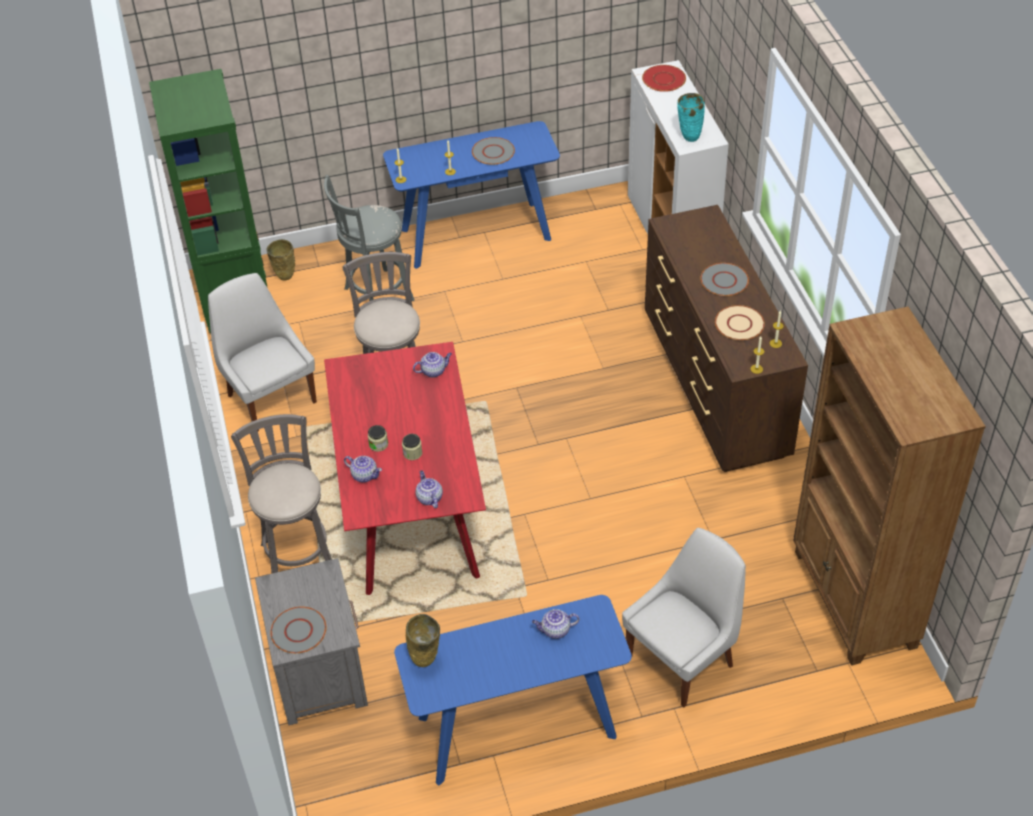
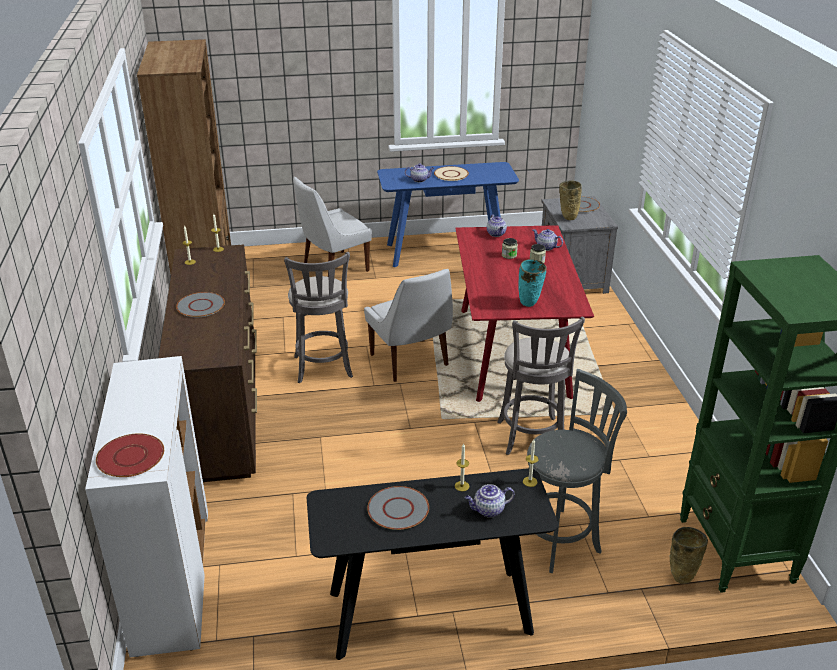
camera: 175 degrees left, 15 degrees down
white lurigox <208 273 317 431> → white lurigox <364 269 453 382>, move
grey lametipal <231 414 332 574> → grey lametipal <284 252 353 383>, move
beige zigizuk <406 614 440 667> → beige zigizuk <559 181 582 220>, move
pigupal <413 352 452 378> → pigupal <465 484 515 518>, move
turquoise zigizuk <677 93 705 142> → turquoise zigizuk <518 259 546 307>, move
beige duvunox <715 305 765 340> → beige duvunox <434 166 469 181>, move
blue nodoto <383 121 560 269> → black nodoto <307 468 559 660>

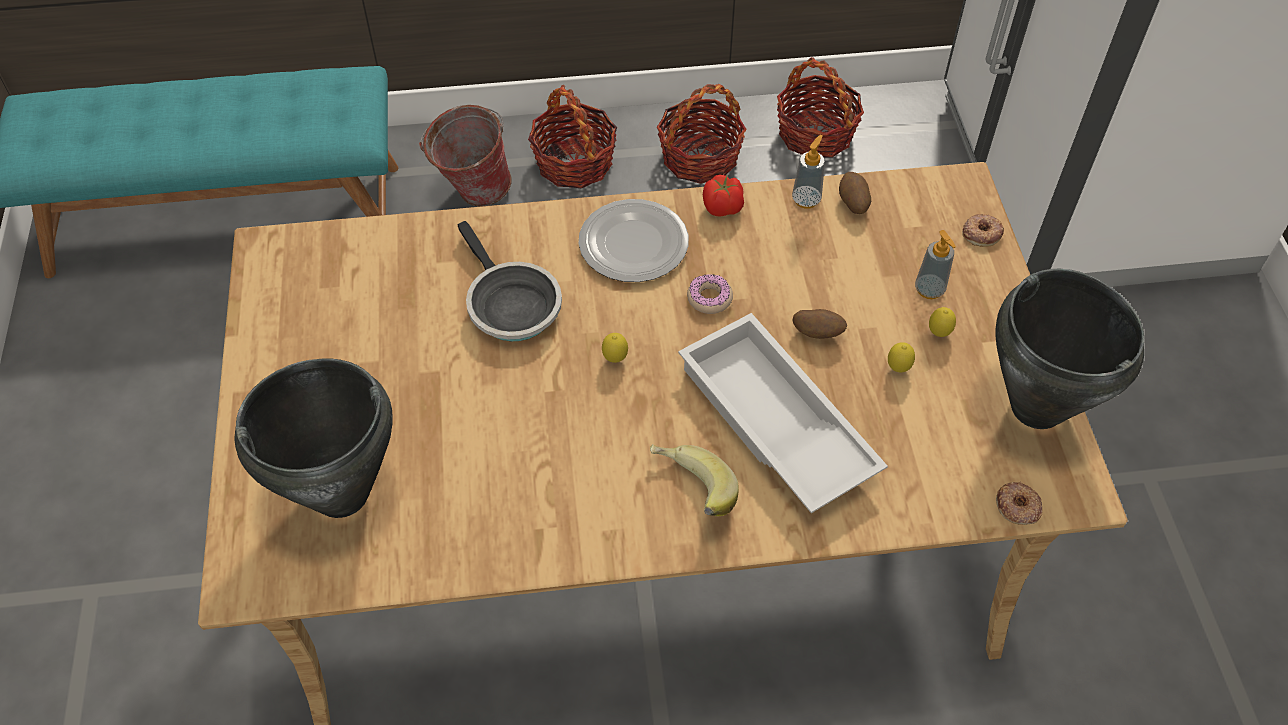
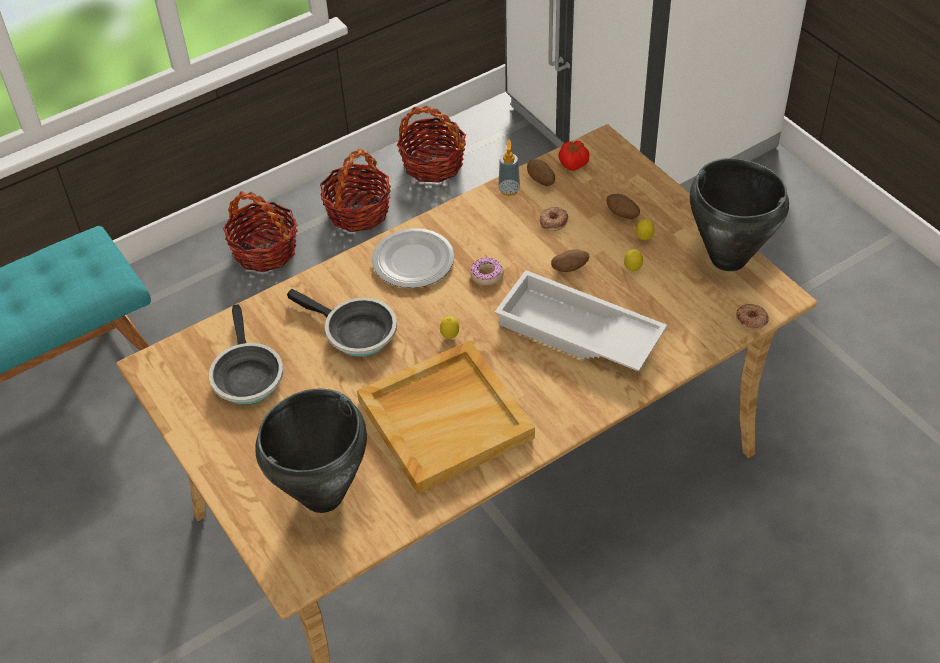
camera: 25 degrees left, 5 degrees down
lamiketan <419 105 512 207> → -
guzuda <650 444 739 516> → -
- → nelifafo <209 304 283 405>
- → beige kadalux <357 341 535 494>
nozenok <703 175 744 216> → nozenok <559 140 589 171>, move
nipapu <962 214 1004 247> → nipapu <540 207 568 231>, move
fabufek <915 230 956 299> → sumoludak <606 194 640 219>

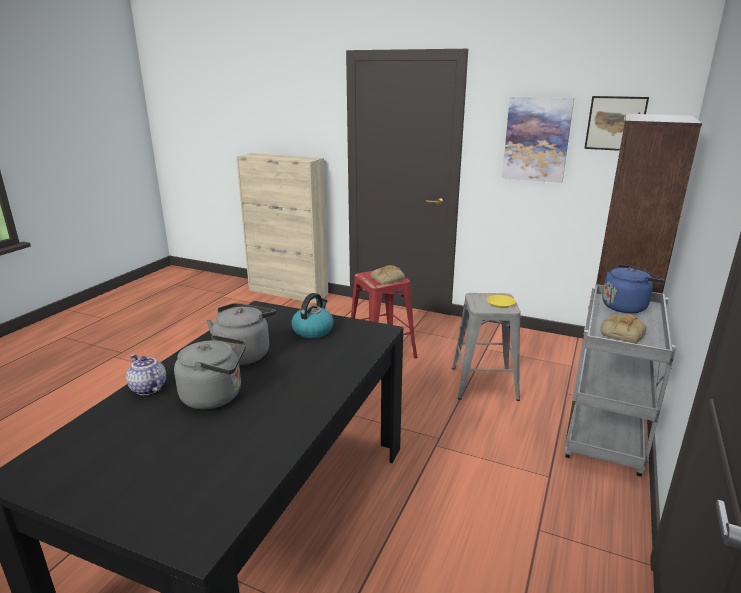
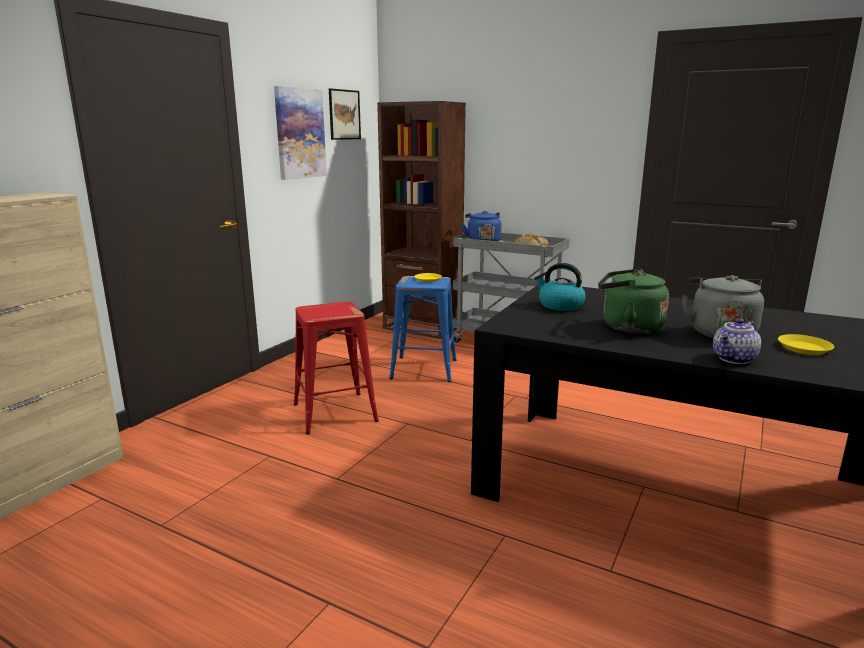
camera: 85 degrees left, 5 degrees down
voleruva <371 265 405 284> → -
- → yellow duvunox <778 334 834 355>
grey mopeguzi <206 303 276 365> → green mopeguzi <598 268 669 334>
grey lametipal <452 293 521 401> → blue lametipal <389 276 456 382>

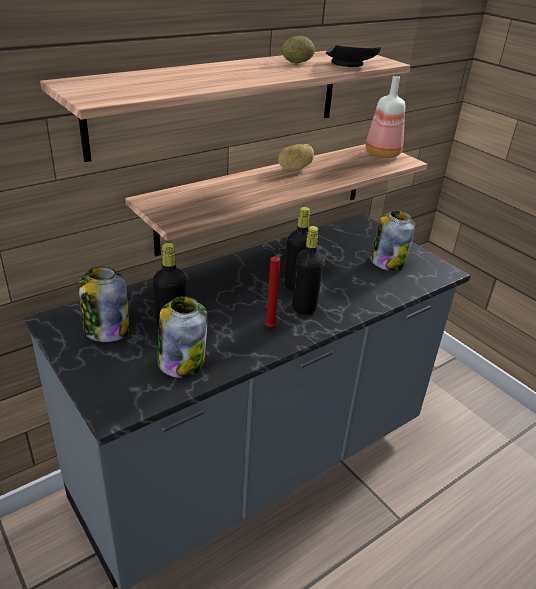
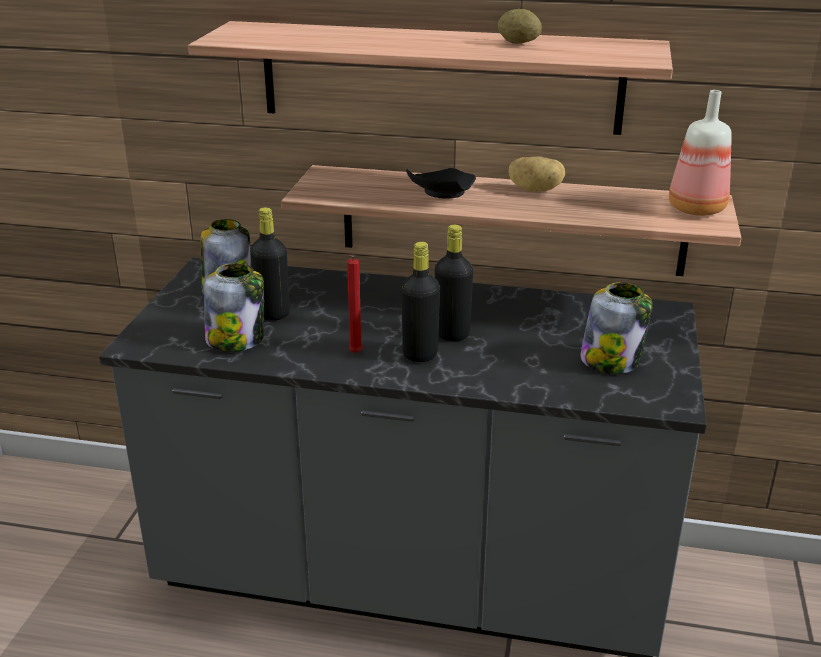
camera: 50 degrees right, 5 degrees down
black duvunox <326 45 381 67> → black duvunox <406 168 476 198>, move

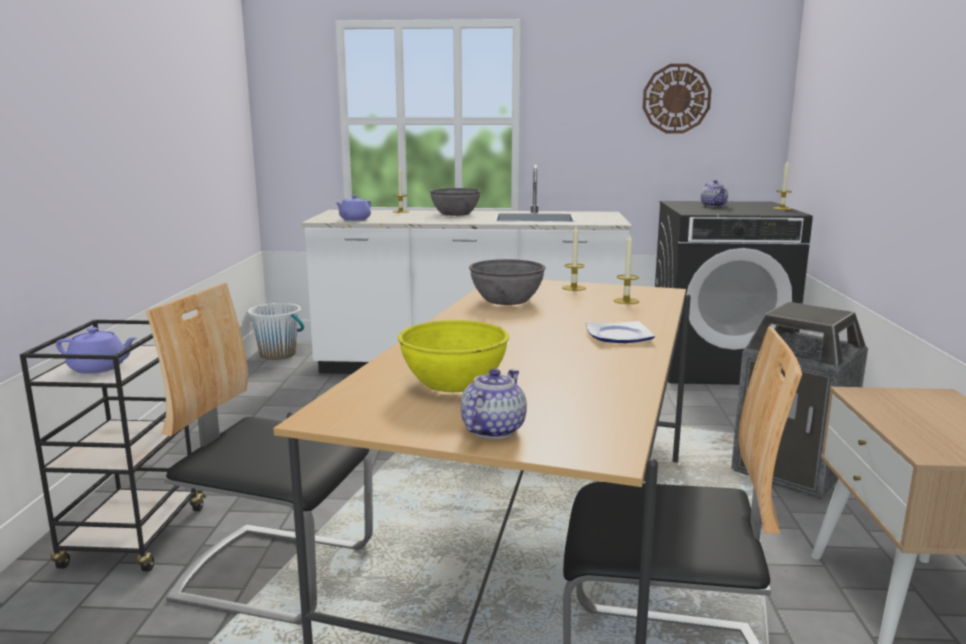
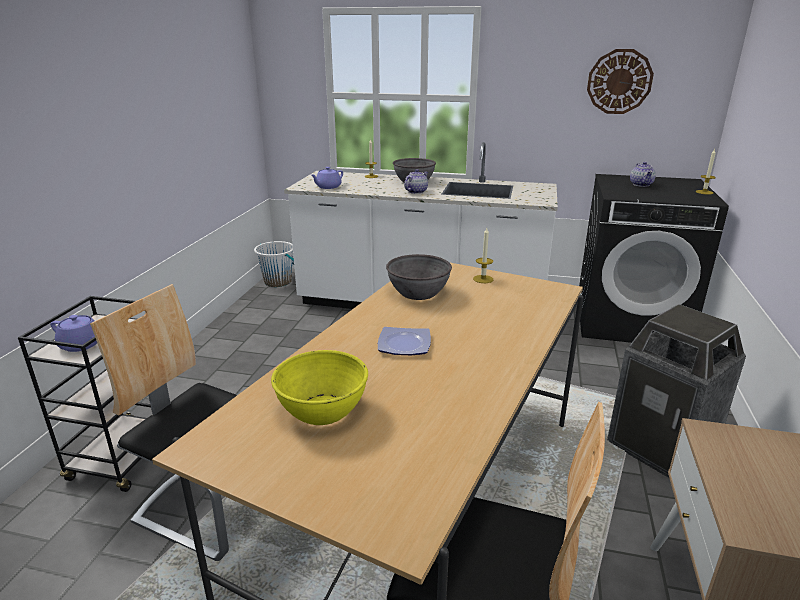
camera: 10 degrees right, 10 degrees up
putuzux <614 235 639 304> → -
pigupal <461 368 527 439> → pigupal <404 169 428 194>, move
duvunox <586 321 655 343> → duvunox <378 327 431 355>, move

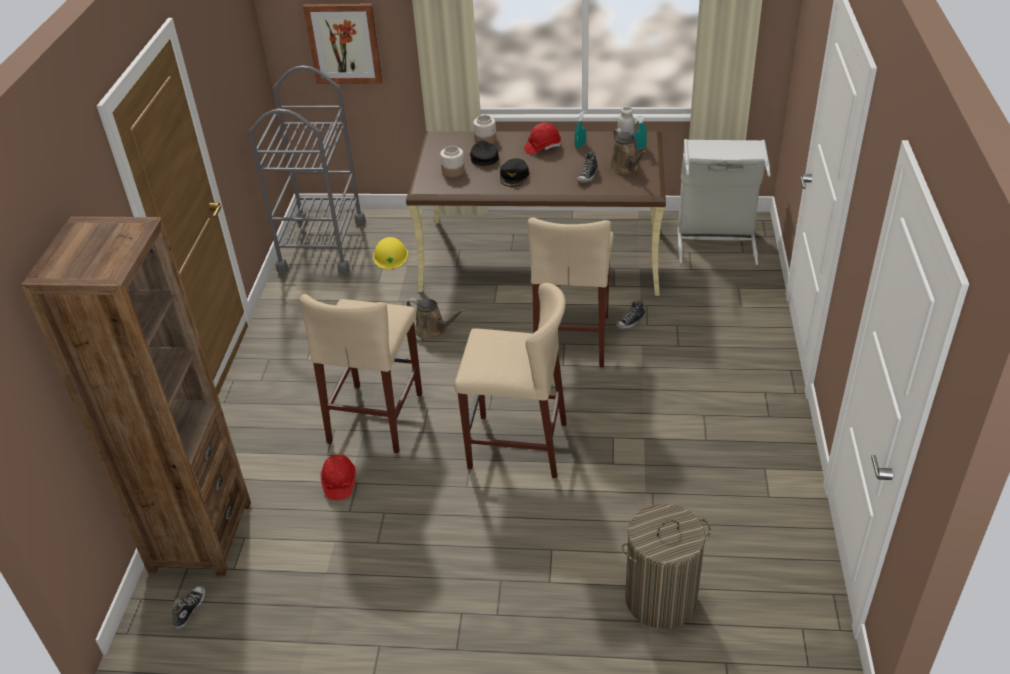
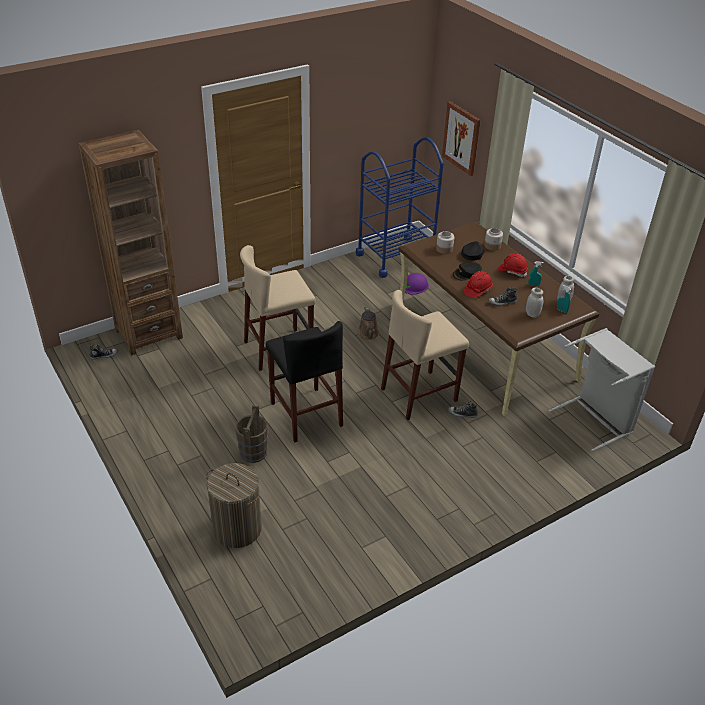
camera: 50 degrees right, 0 degrees up
- → brown lamiketan <235 405 268 463>
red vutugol <321 454 356 500> → red vutugol <464 271 493 298>, move
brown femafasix <609 128 647 174> → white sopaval <526 287 543 318>
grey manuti <249 66 366 274> → blue manuti <356 137 443 278>
yellow vutugol <373 237 408 269> → purple vutugol <405 273 429 294>
beige lametipal <454 283 567 478> → black lametipal <266 321 343 442>

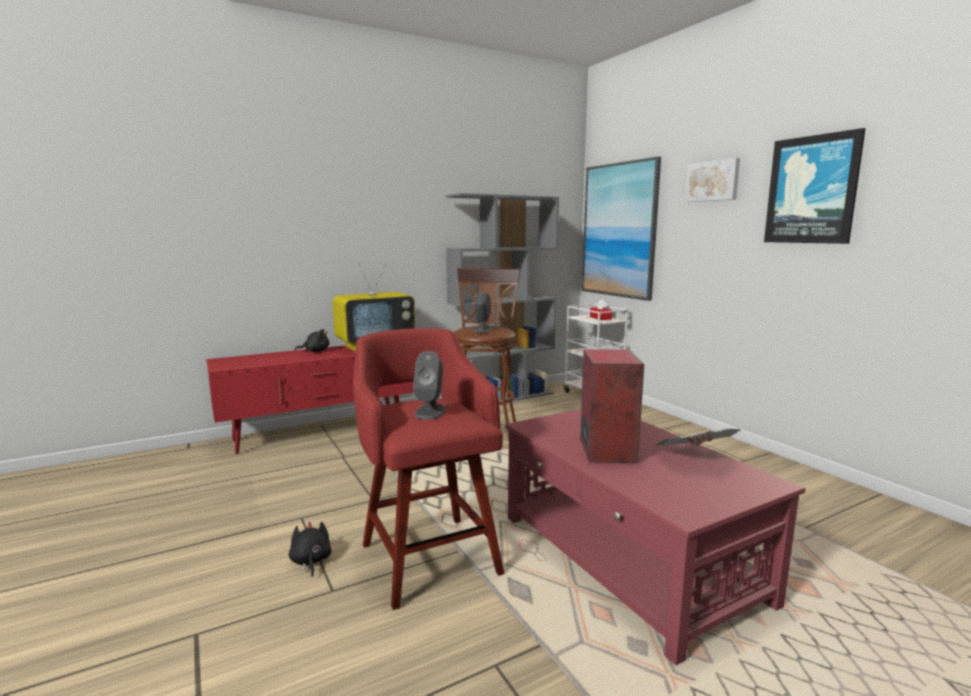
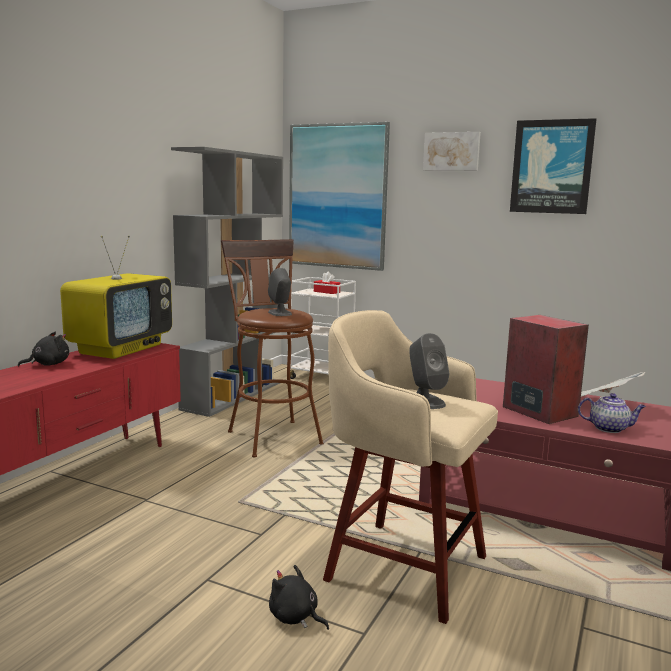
camera: 35 degrees left, 0 degrees up
- → pigupal <578 393 646 433>
red lametipal <353 328 505 610> → beige lametipal <323 310 498 624>

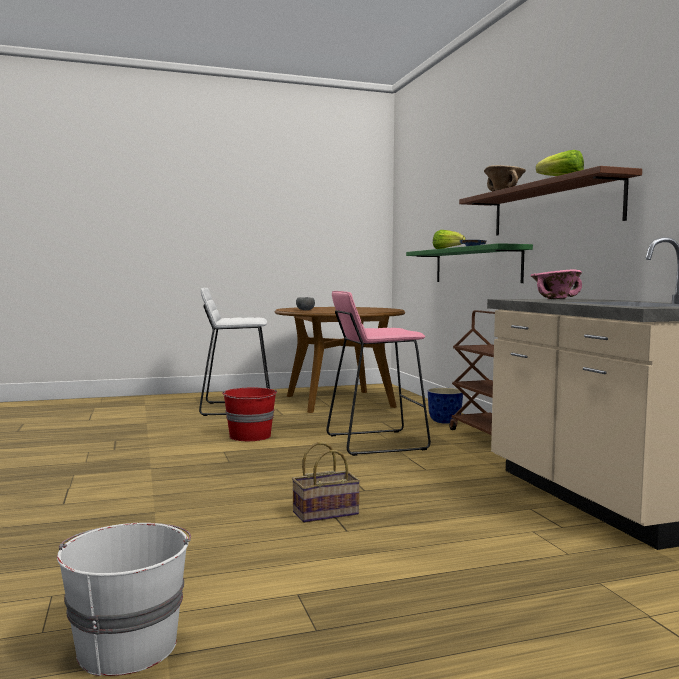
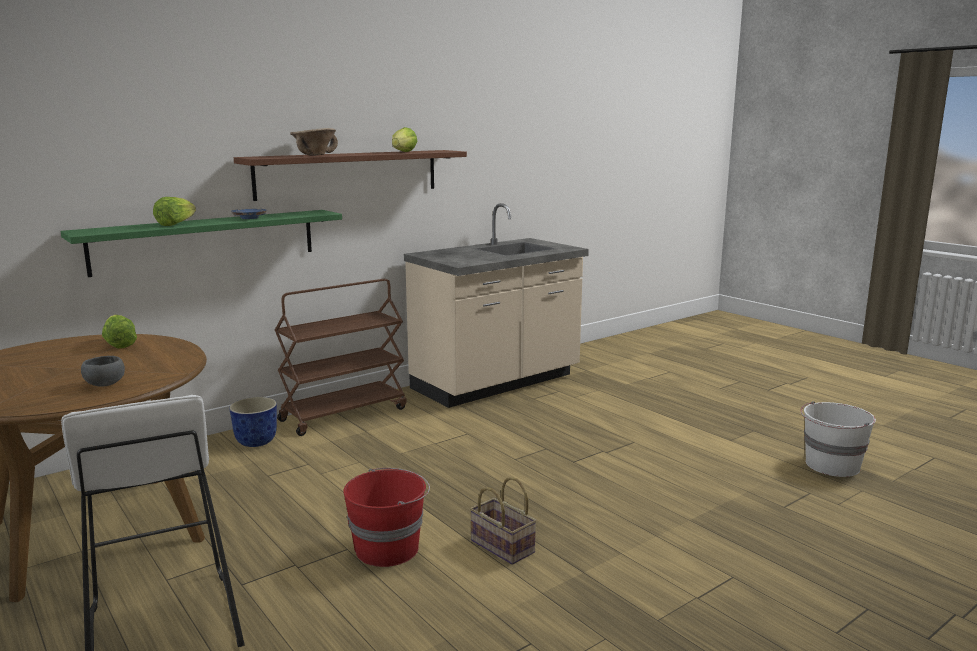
camera: 110 degrees left, 10 degrees up
pink lametipal <326 291 431 456> → -
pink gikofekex <531 269 582 299> → -
- → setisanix <102 315 137 348>
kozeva <292 442 360 523> → kozeva <470 477 537 565>, move

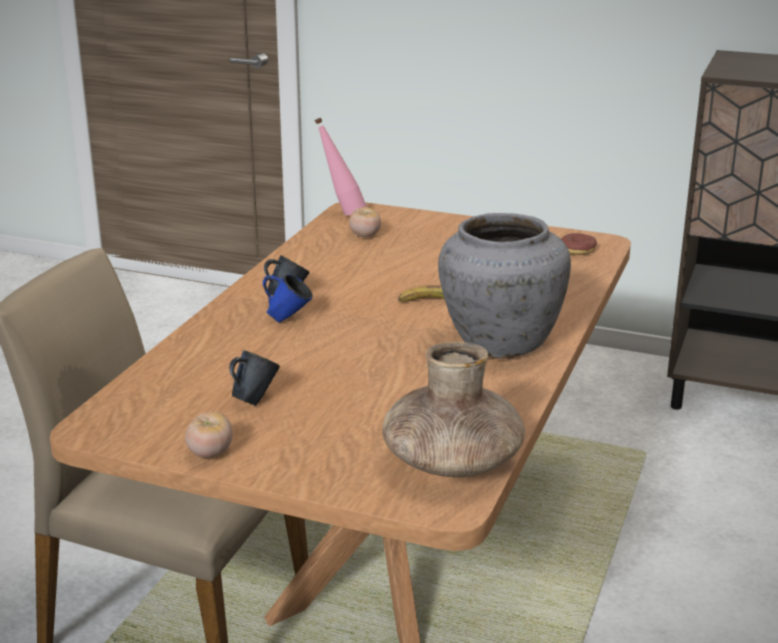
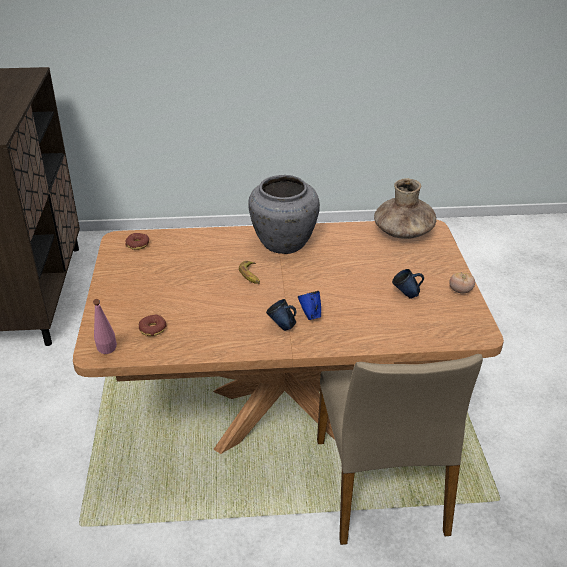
camera: 115 degrees left, 10 degrees up
nozenok <349 207 381 237> → nipapu <139 315 166 336>

